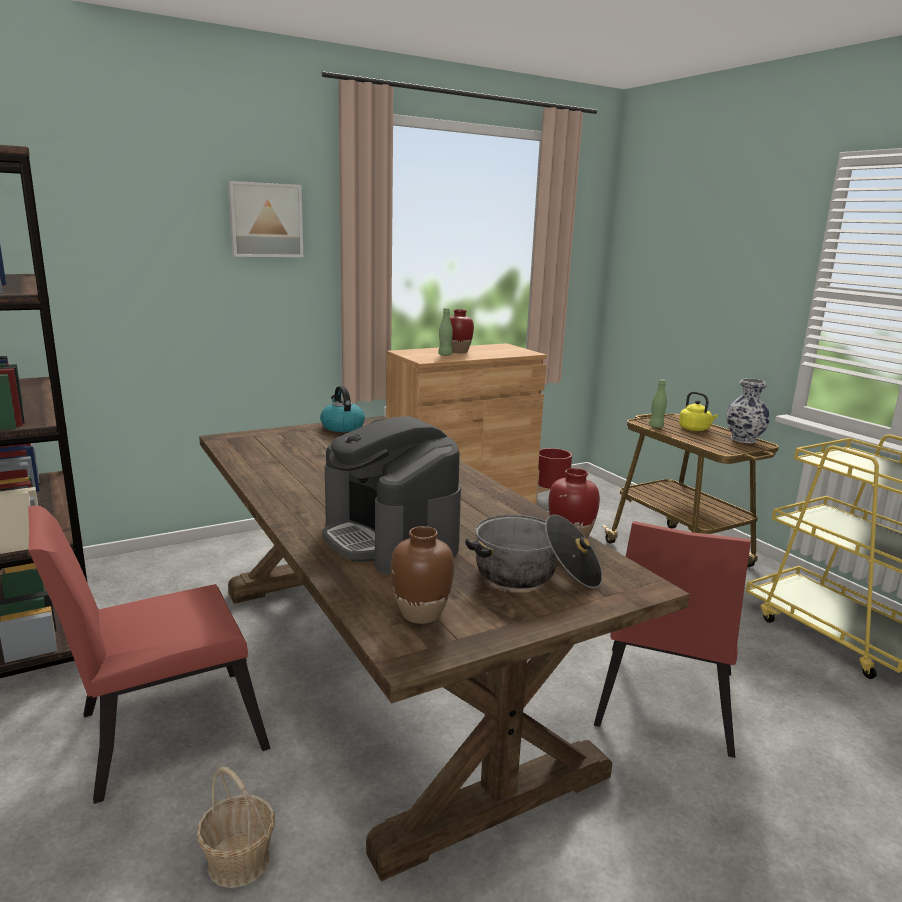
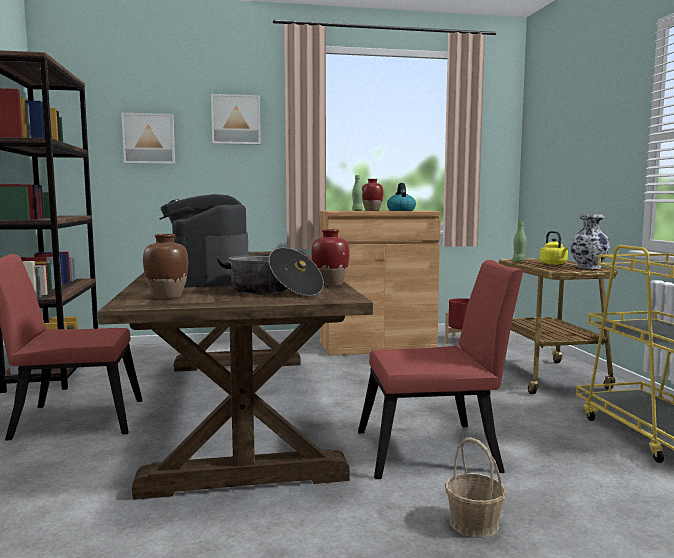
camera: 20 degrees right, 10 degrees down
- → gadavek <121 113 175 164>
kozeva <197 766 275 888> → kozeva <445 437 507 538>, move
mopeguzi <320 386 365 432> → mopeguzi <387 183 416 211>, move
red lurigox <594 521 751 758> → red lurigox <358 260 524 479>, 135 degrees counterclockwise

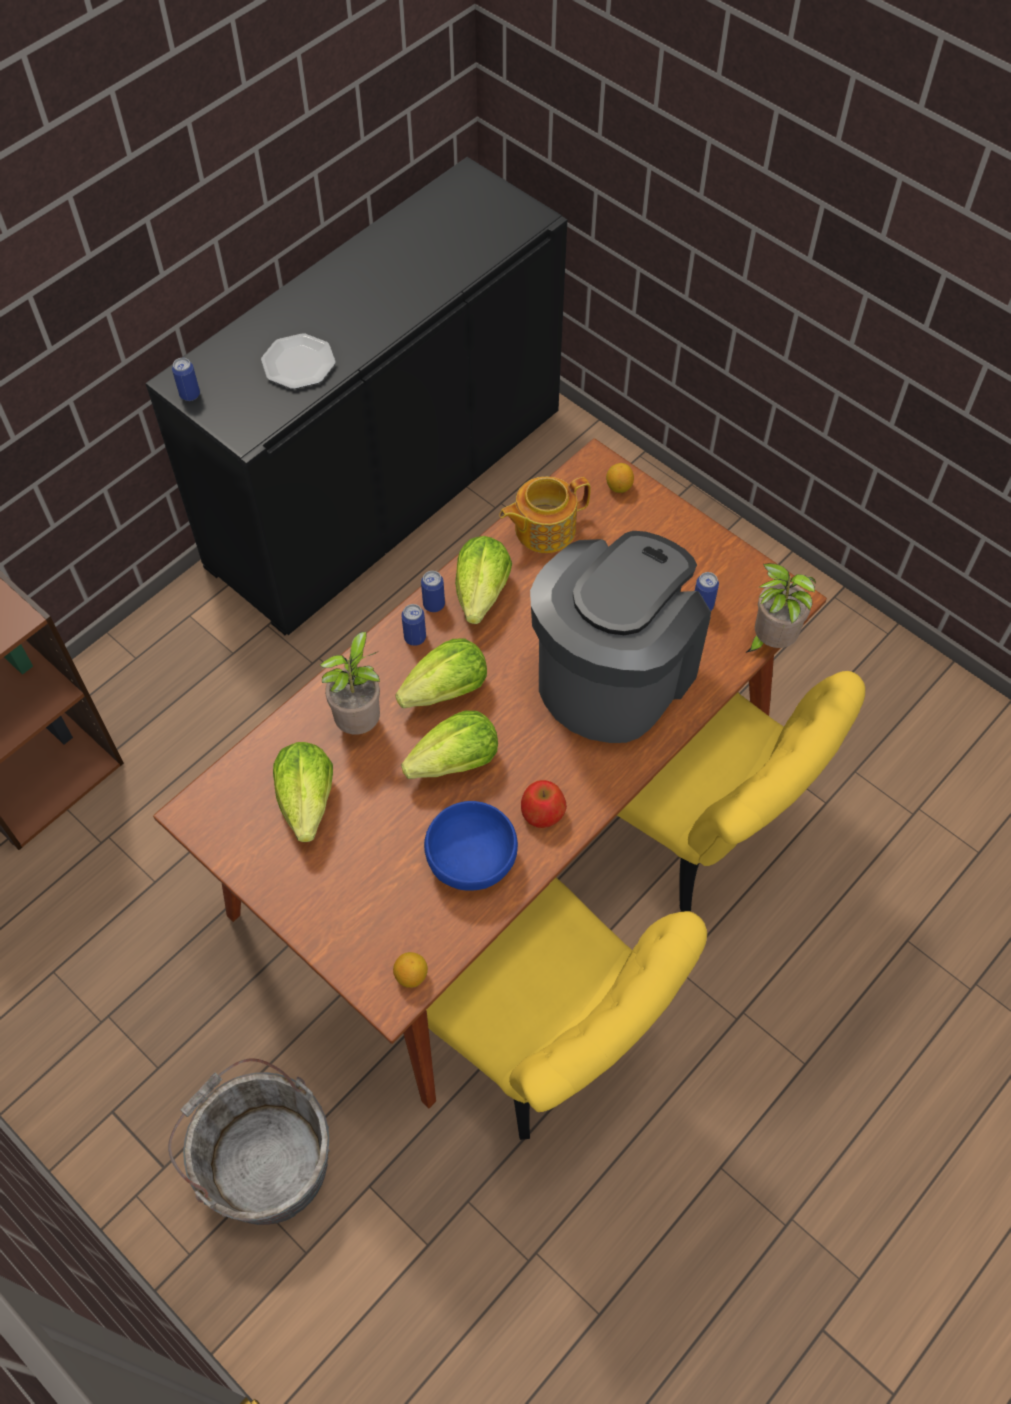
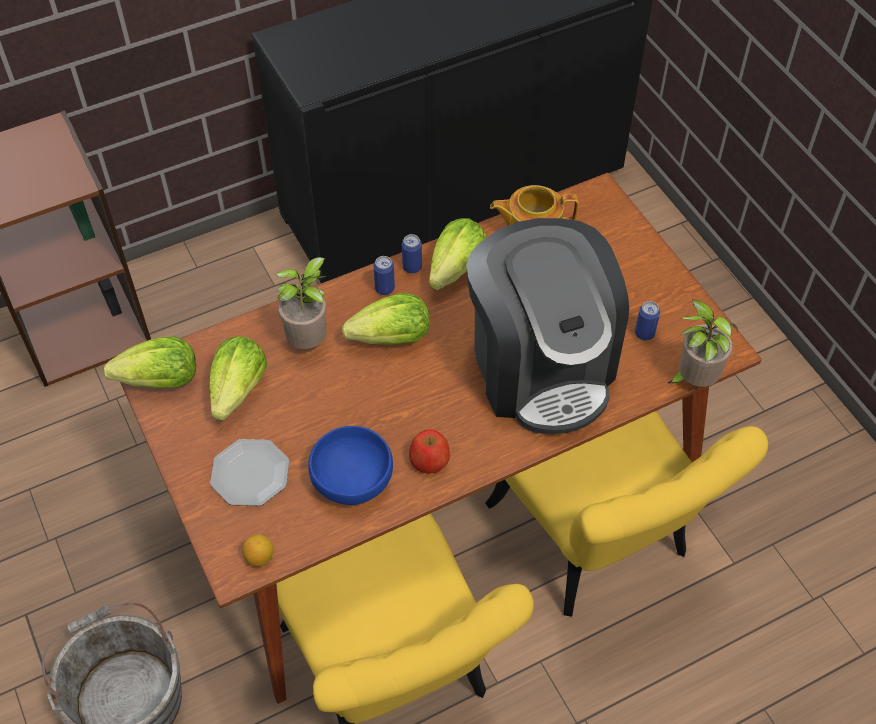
camera: 20 degrees right, 5 degrees down
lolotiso <172 358 200 401> → -
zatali <606 463 634 493> → -
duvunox <261 333 336 389> → duvunox <210 439 289 506>, move
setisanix <401 711 498 779> → setisanix <104 336 196 388>, move
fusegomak <530 531 711 743> → fusegomak <466 218 629 434>, 105 degrees clockwise

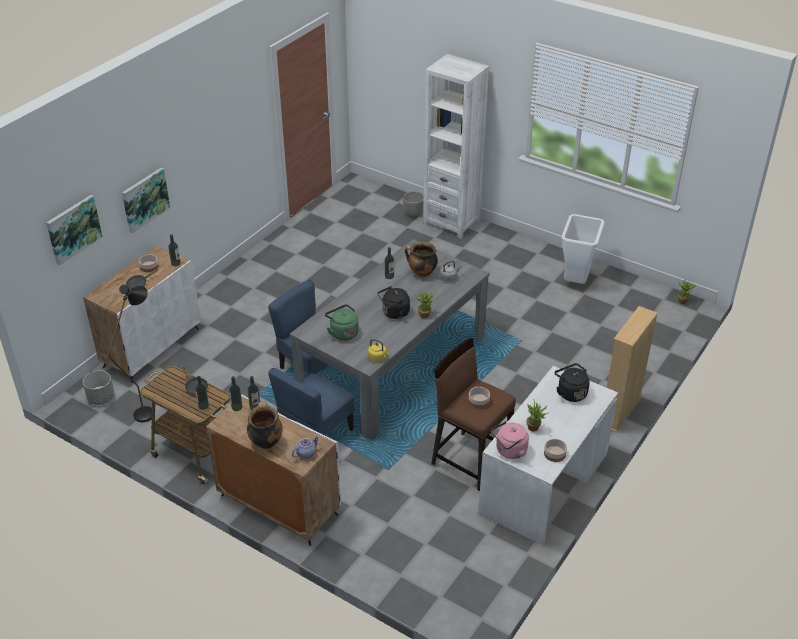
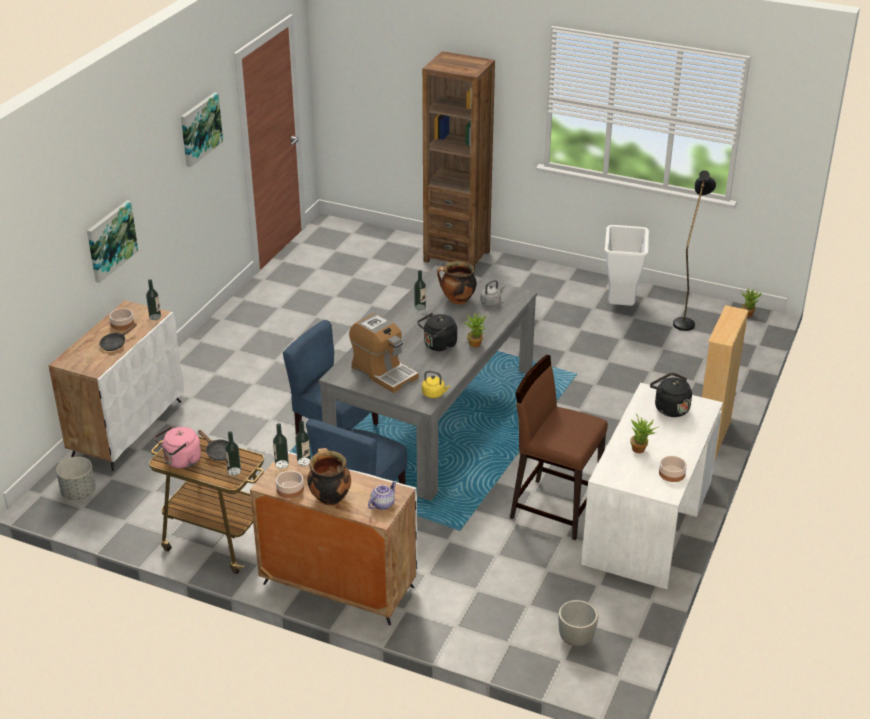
camera: 10 degrees left, 5 degrees down
gadavek <46 195 102 265> → gadavek <181 92 223 167>, move
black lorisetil <109 285 152 422> → black lorisetil <673 170 716 331>, move
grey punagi <403 191 424 217> → grey punagi <558 600 598 647>, move
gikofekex <469 387 490 408> → gikofekex <276 471 304 498>, move
pink mopeguzi <491 421 529 459> → pink mopeguzi <154 426 201 469>, move
green mopeguzi <325 304 359 341> → fusegomak <349 313 419 393>
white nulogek <423 54 489 238> → brown nulogek <422 51 495 269>

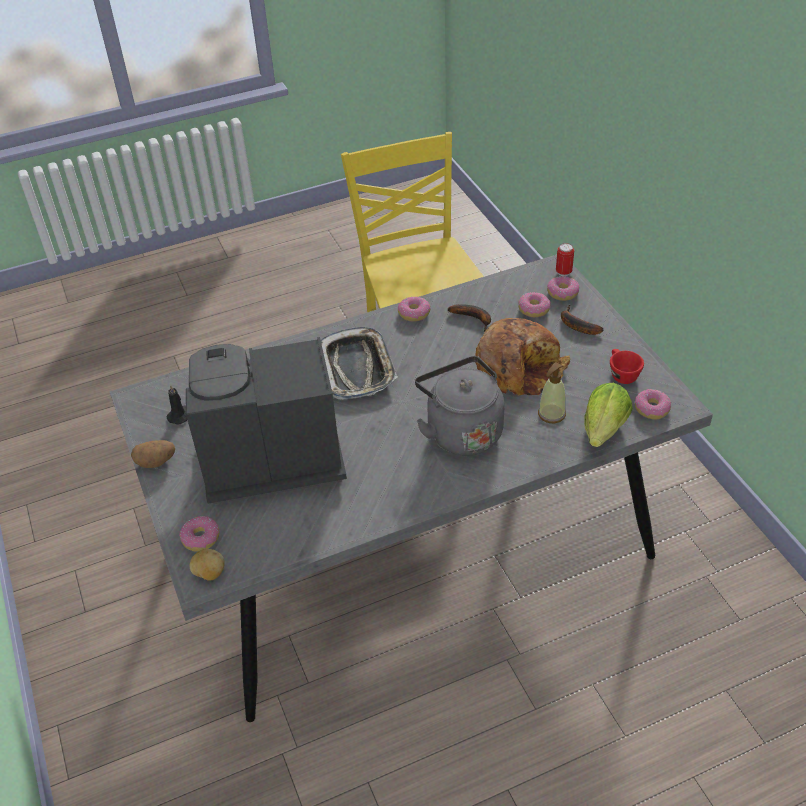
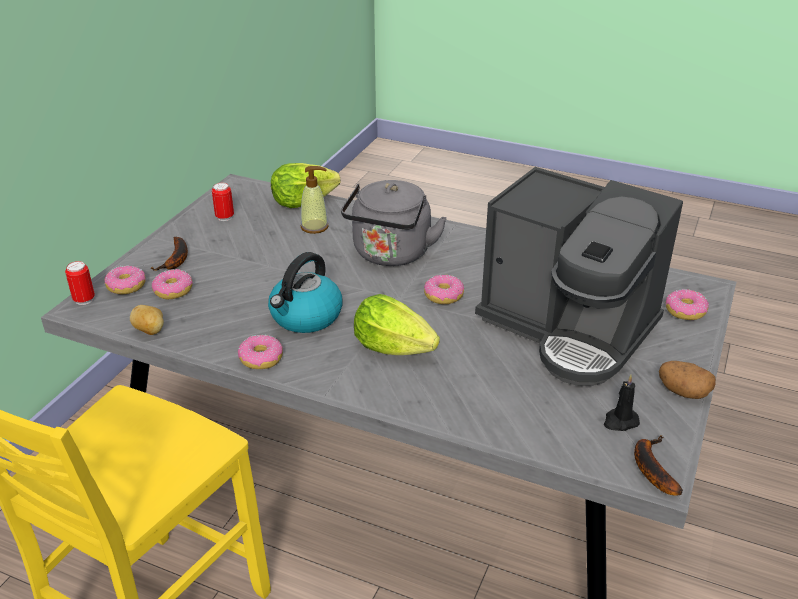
camera: 135 degrees left, 10 degrees down
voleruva <475 318 570 396> → -
- → mopeguzi <268 252 343 333>
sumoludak <190 549 225 581> → sumoludak <130 305 164 335>, move
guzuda <448 304 491 332> → guzuda <634 435 683 495>, move
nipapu <635 389 671 420> → nipapu <424 275 464 304>, move
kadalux <321 327 398 400> → setisanix <354 294 440 355>
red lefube <610 349 644 384> → lolotiso <212 183 234 221>

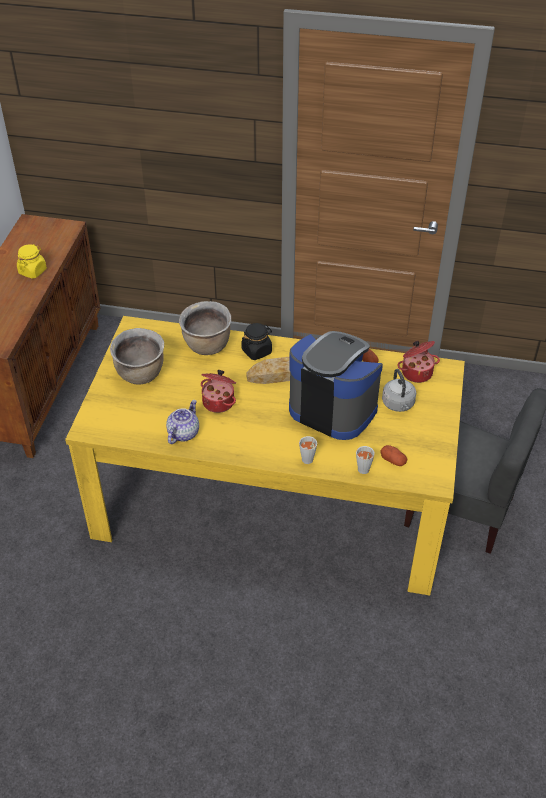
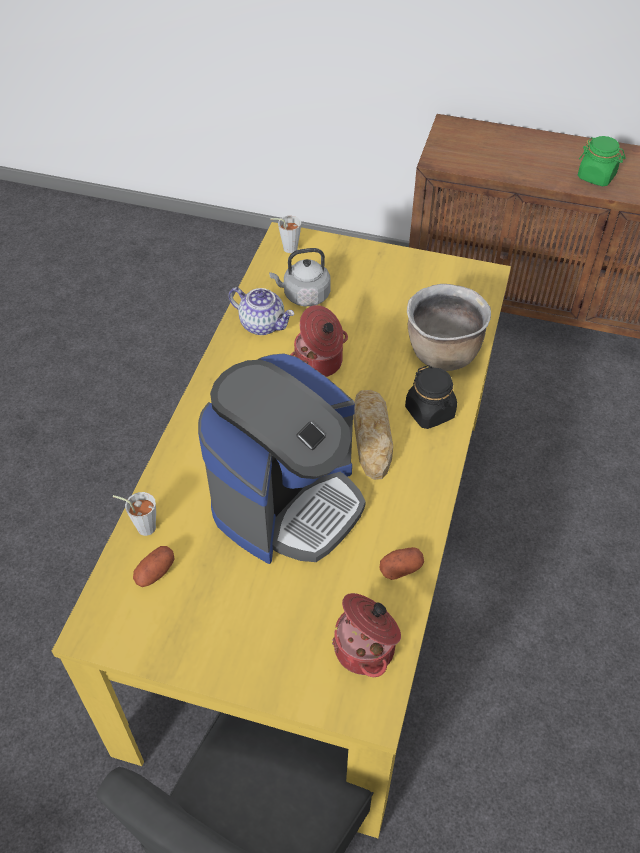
camera: 95 degrees right, 5 degrees up
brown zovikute <110 328 164 385> → -
grey lefube <299 436 317 464> → grey lefube <270 216 301 253>, move
grey mopeguzi <382 369 416 412> → grey mopeguzi <269 248 331 306>, move
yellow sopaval <17 244 47 279> → green sopaval <578 136 625 186>

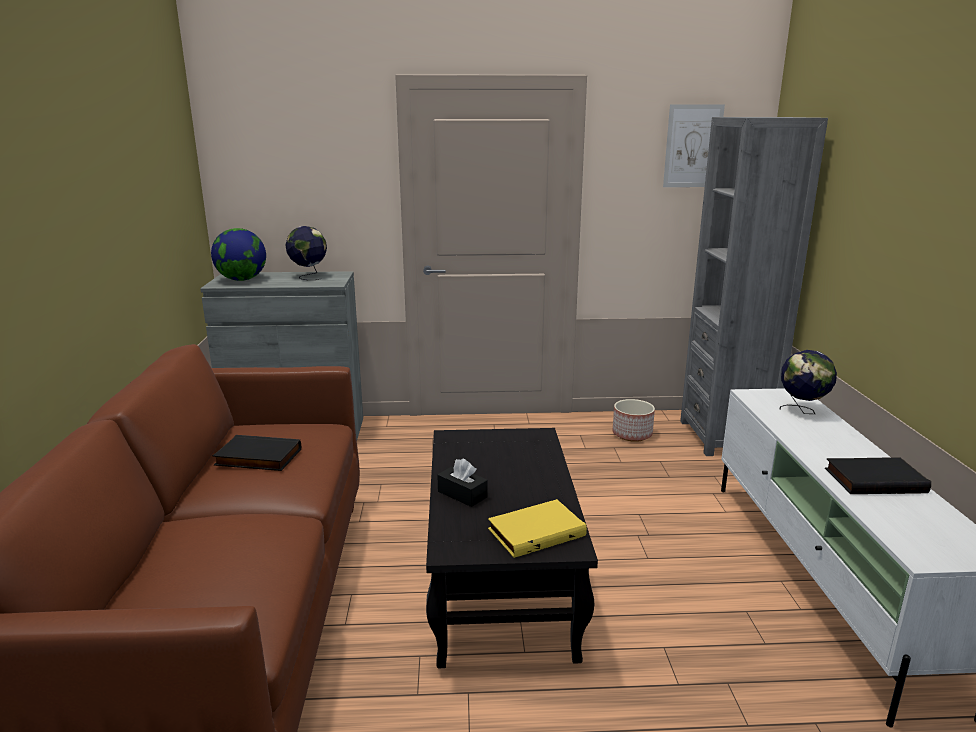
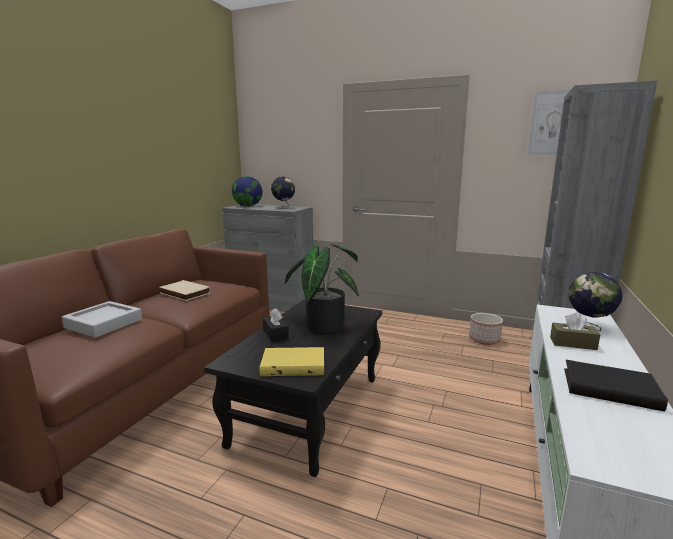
camera: 25 degrees right, 5 degrees down
- → grey kadalux <62 301 142 338>
- → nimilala <285 244 359 334>
- → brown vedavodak <550 312 600 350>
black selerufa <213 435 301 471> → beige selerufa <159 280 211 301>

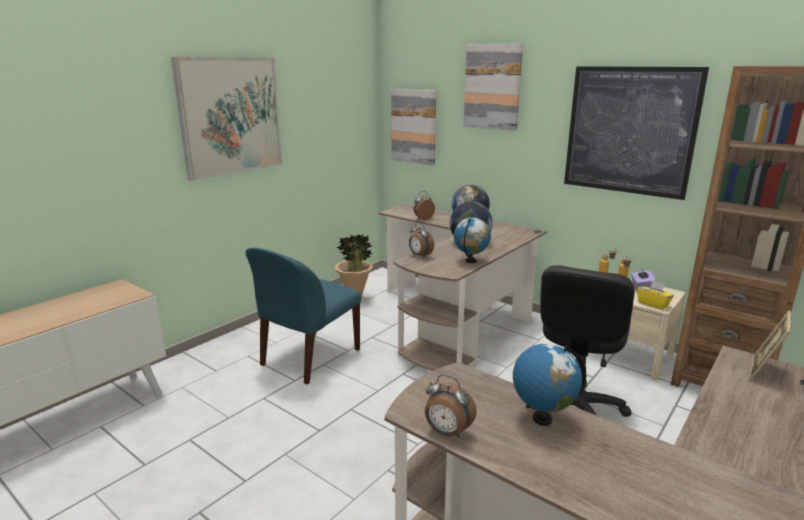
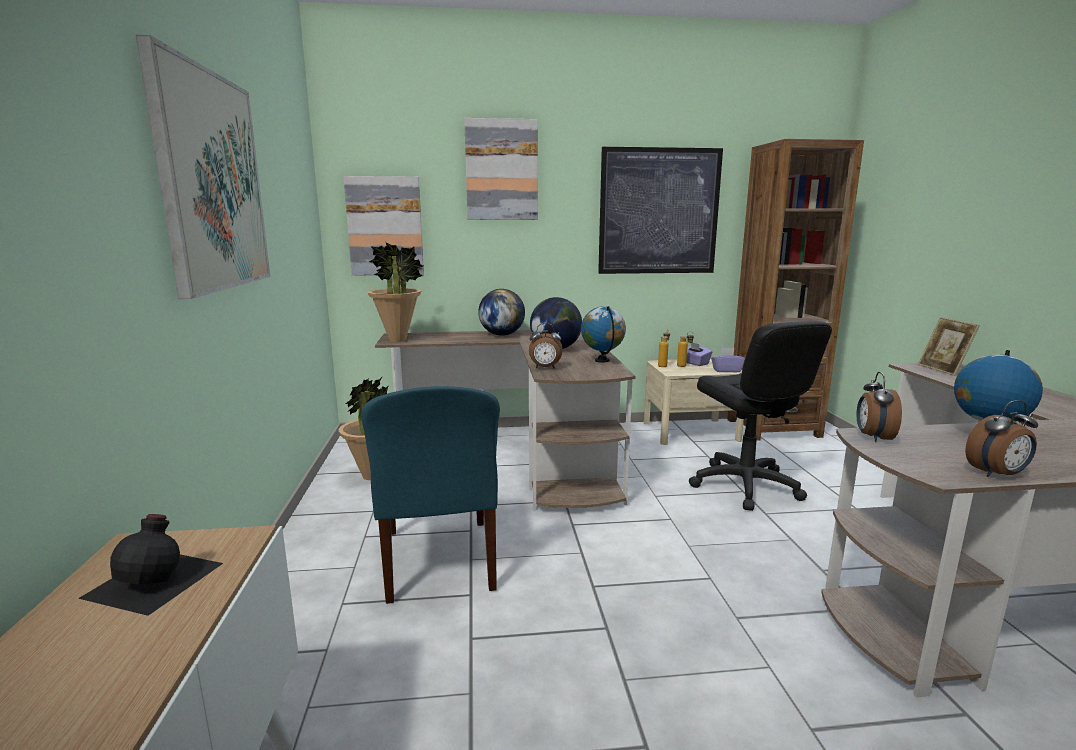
camera: 45 degrees left, 5 degrees down
- → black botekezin <78 514 223 616>
- → nimilala <368 242 423 342>
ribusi <414 191 435 220> → ribusi <857 372 902 442>, move
yellow vedavodak <637 280 674 310> → purple vedavodak <711 348 745 372>

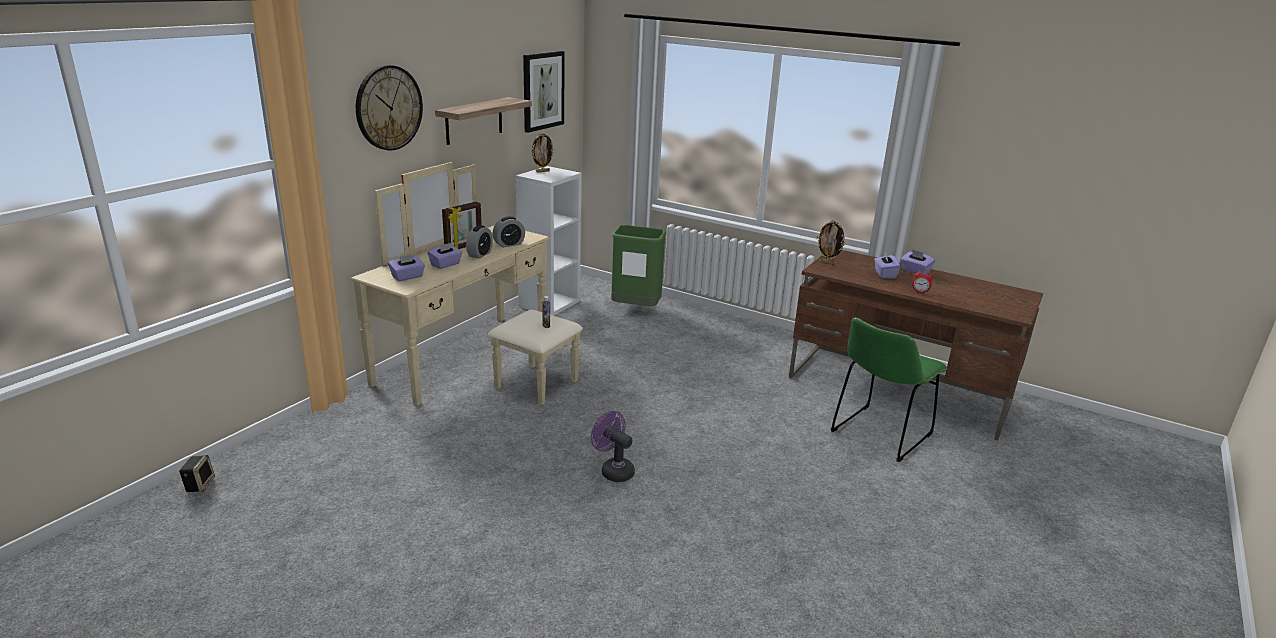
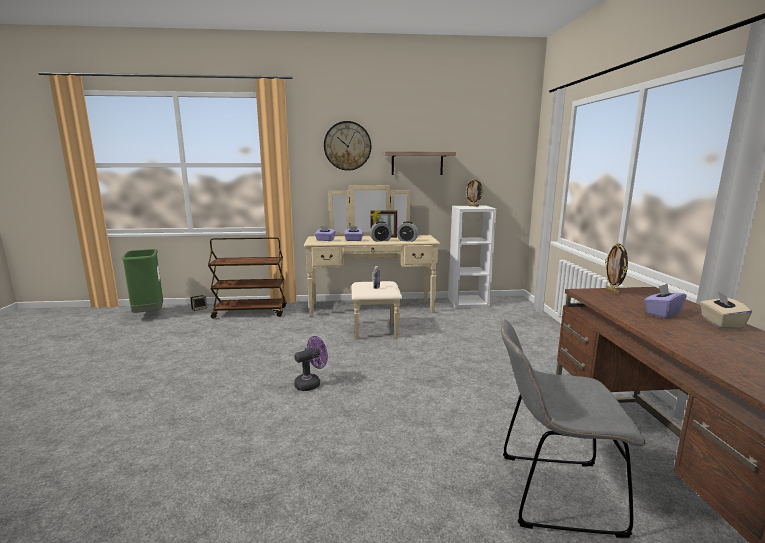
camera: 55 degrees right, 10 degrees down
gadavek <523 51 564 133> → -
ribusi <912 269 932 294> → -
- → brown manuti <208 237 286 319>
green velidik <611 225 667 306> → green velidik <122 249 163 313>, move
green lurigox <831 318 947 462> → grey lurigox <501 319 646 538>
purple vedavodak <900 249 935 275> → beige vedavodak <700 291 752 329>
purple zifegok <591 411 635 482> → purple zifegok <294 336 328 391>, 45 degrees clockwise

